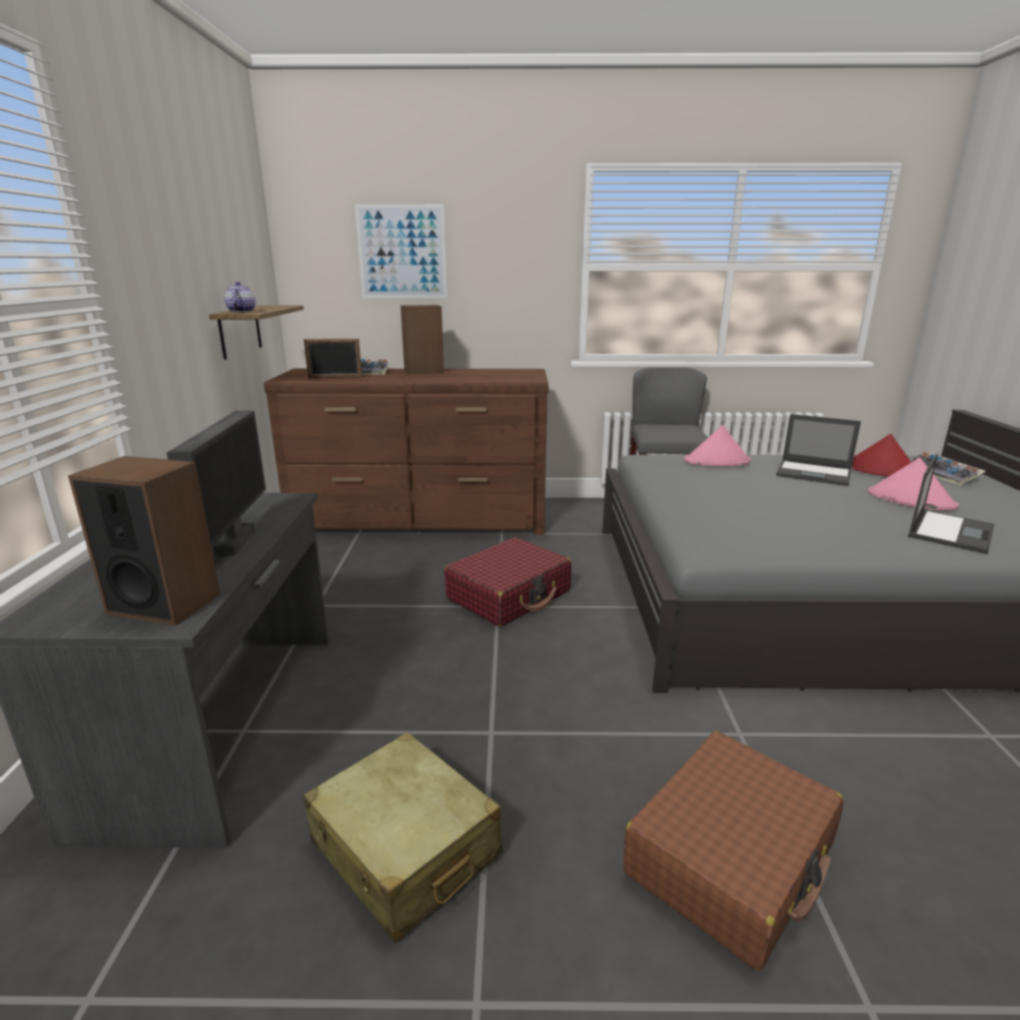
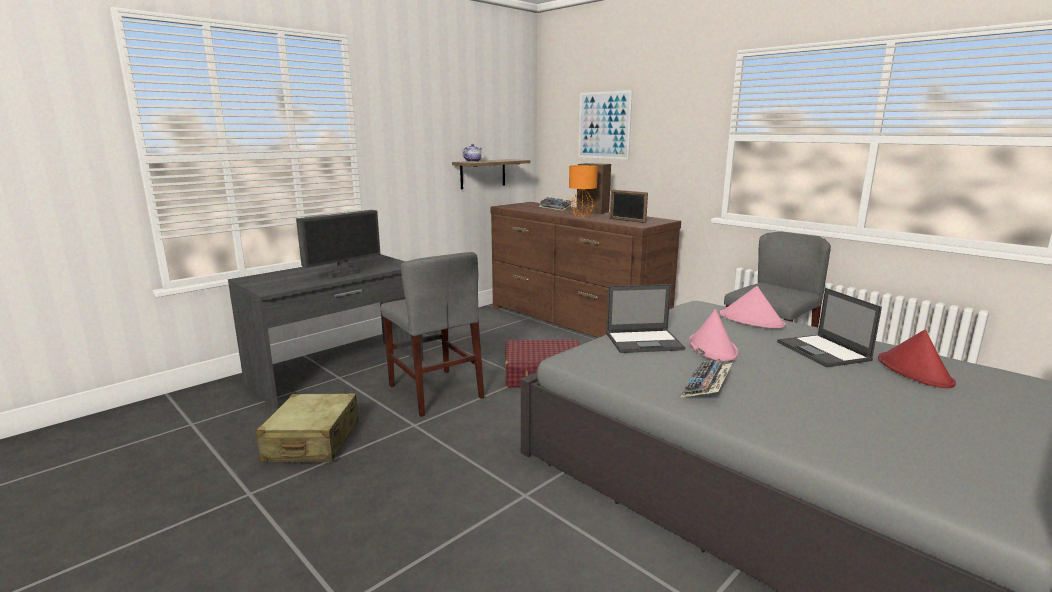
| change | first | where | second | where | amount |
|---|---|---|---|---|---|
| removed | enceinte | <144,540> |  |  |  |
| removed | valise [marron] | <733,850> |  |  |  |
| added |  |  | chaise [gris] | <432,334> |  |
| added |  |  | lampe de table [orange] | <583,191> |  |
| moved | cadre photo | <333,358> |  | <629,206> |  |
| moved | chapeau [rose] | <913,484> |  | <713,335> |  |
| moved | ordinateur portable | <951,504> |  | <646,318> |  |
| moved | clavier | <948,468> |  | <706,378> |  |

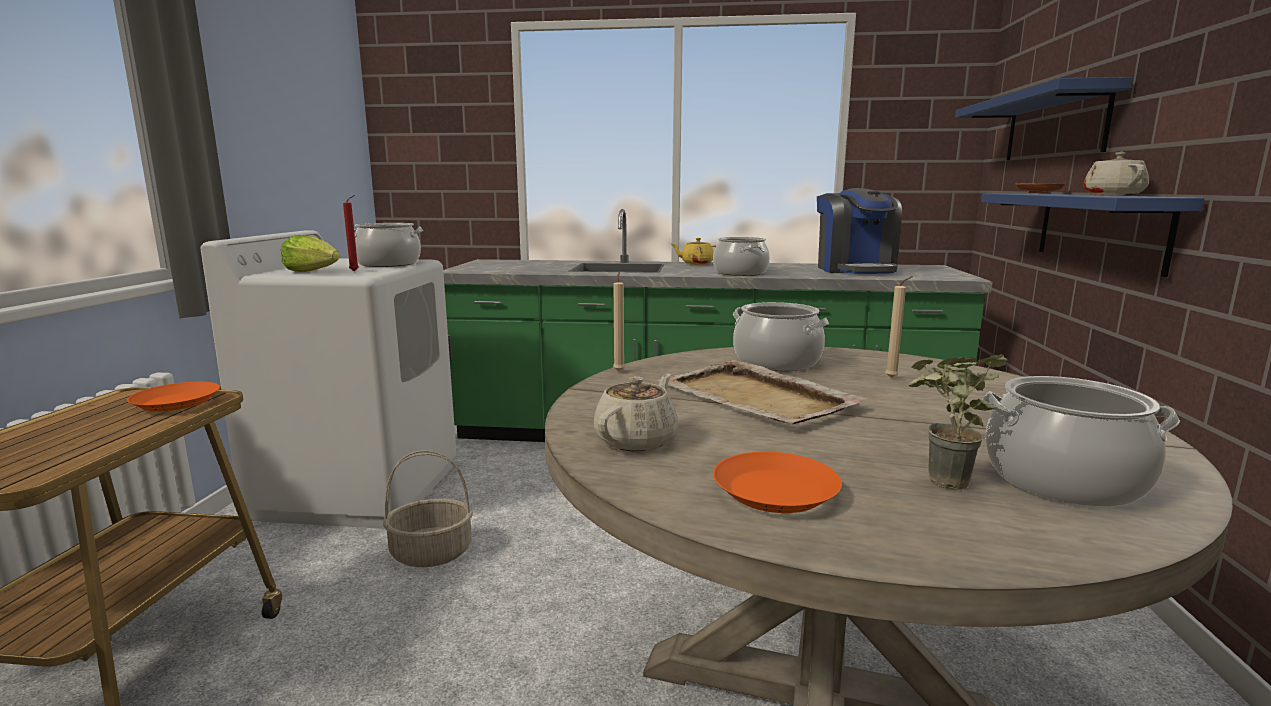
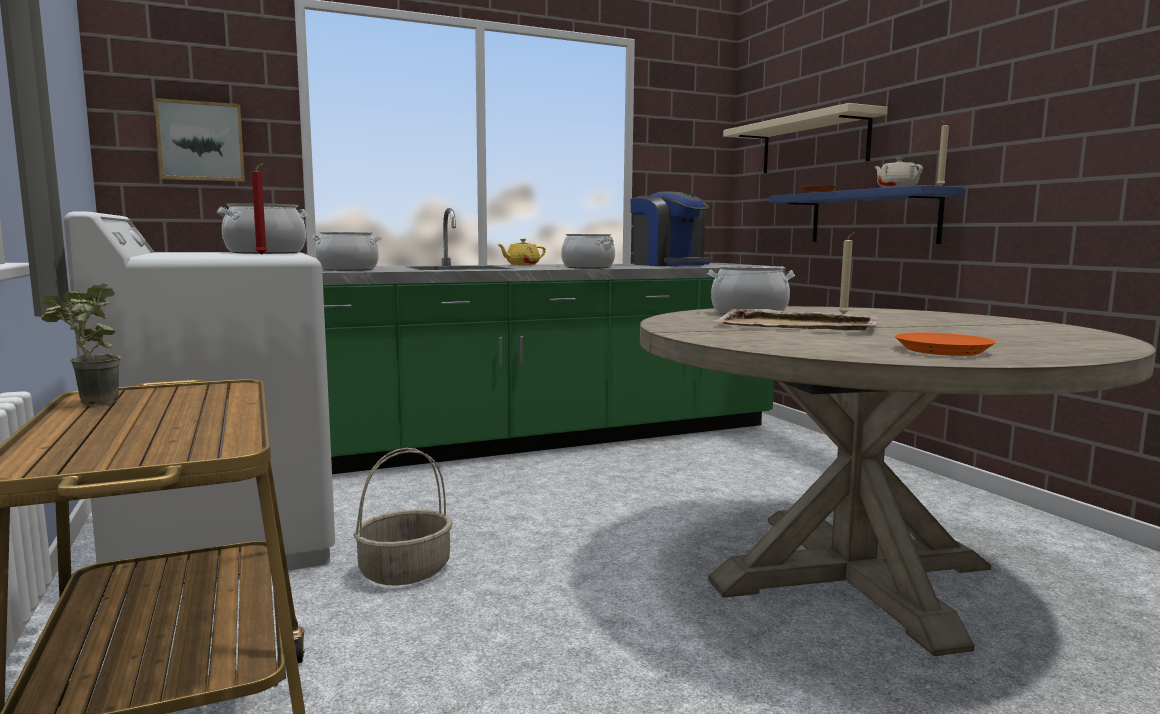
| change | first | where | second | where | amount |
|---|---|---|---|---|---|
| removed | assiette [orange] | <173,396> |  |  |  |
| removed | laitue | <310,253> |  |  |  |
| removed | théière [beige] | <636,412> |  |  |  |
| added |  |  | tableau | <199,140> |  |
| moved | bougie [beige] | <619,322> |  | <942,153> |  |
| moved | plante en pot | <958,422> |  | <80,345> |  |
| moved | marmite | <1081,441> |  | <346,251> |  |
| recoloured | étagère [bleu] | <1044,118> | étagère [beige] | <805,138> |  |

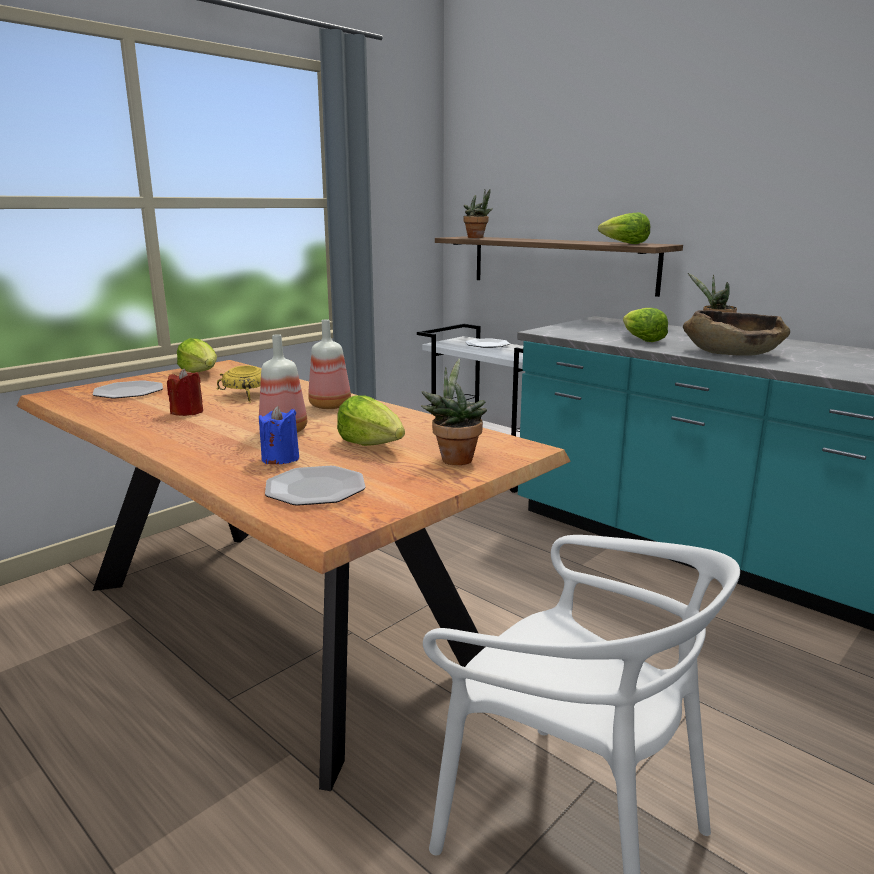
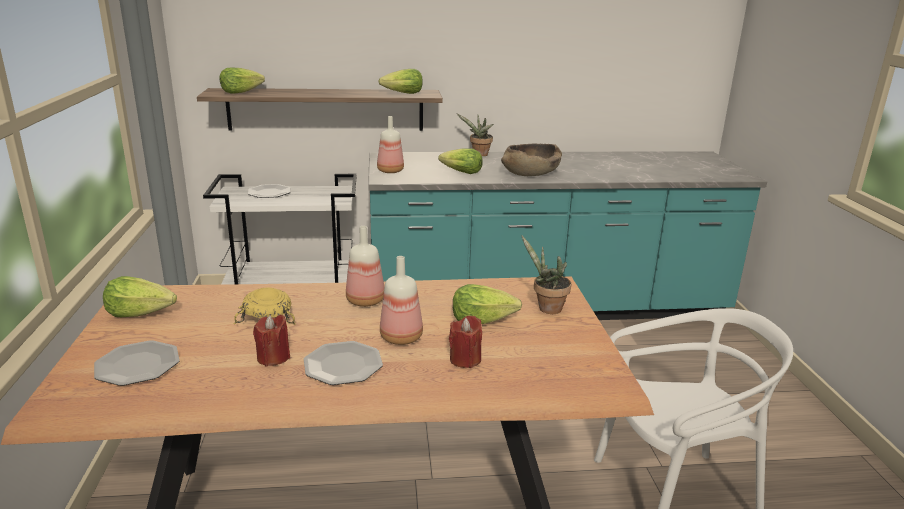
| change | first | where | second | where | amount |
|---|---|---|---|---|---|
| added |  |  | bouteille | <390,144> |  |
| moved | assiette | <315,486> |  | <343,363> |  |
| replaced | plante en pot | <478,213> | laitue | <242,80> |  |
| recoloured | bougie [bleu] | <279,435> | bougie [rouge] | <465,342> |  |

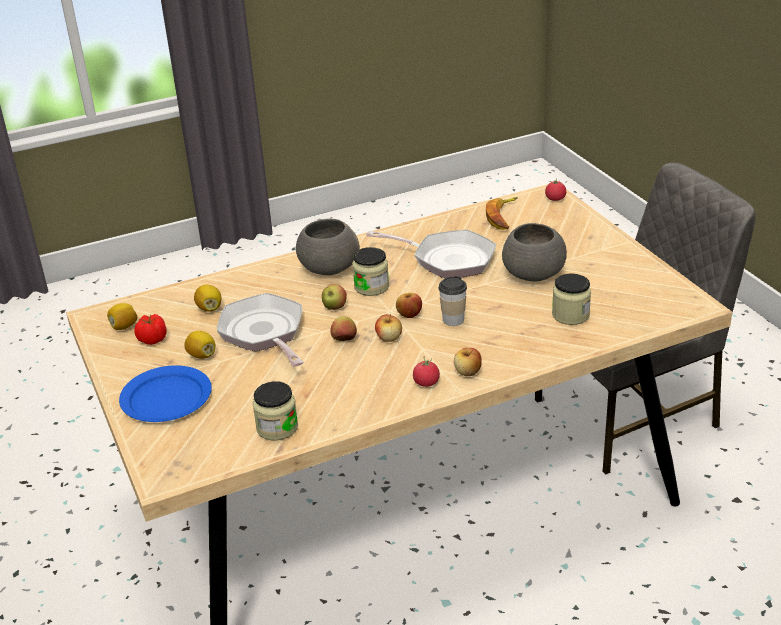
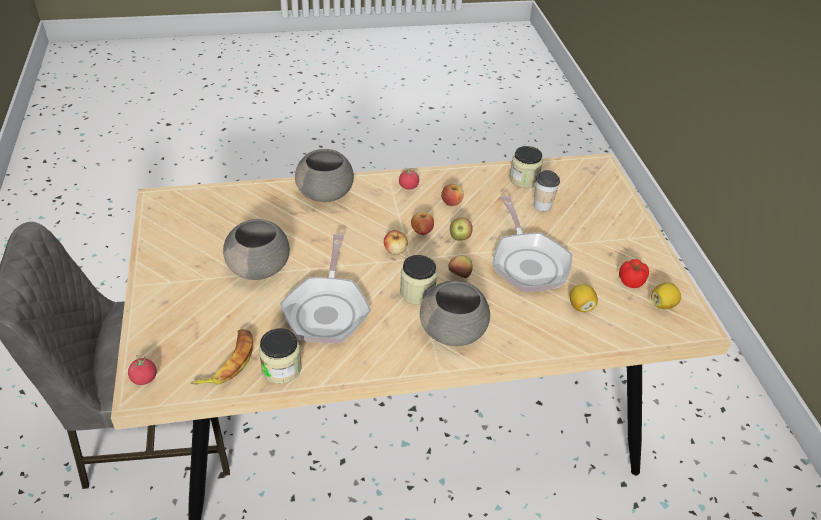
| change | first | where | second | where | amount |
|---|---|---|---|---|---|
| removed | assiette [bleu] | <165,393> |  |  |  |
| removed | citron | <199,345> |  |  |  |
| added |  |  | bol [gris] | <324,175> |  |
| moved | tasse | <453,301> |  | <547,190> |  |
| moved | pomme | <468,362> |  | <452,195> |  |
| moved | bocal | <571,299> |  | <280,356> |  |
| turned | poêle | <431,254> |  | <325,288> | 120 degrees counterclockwise |

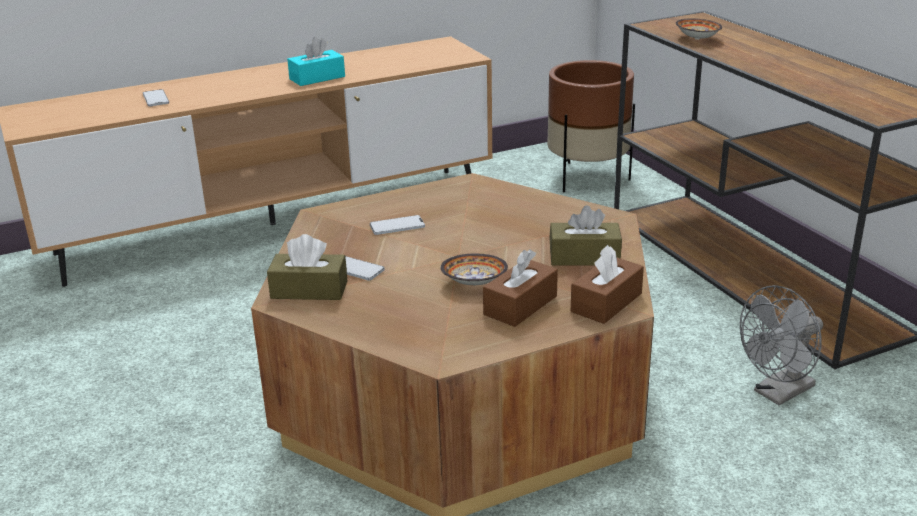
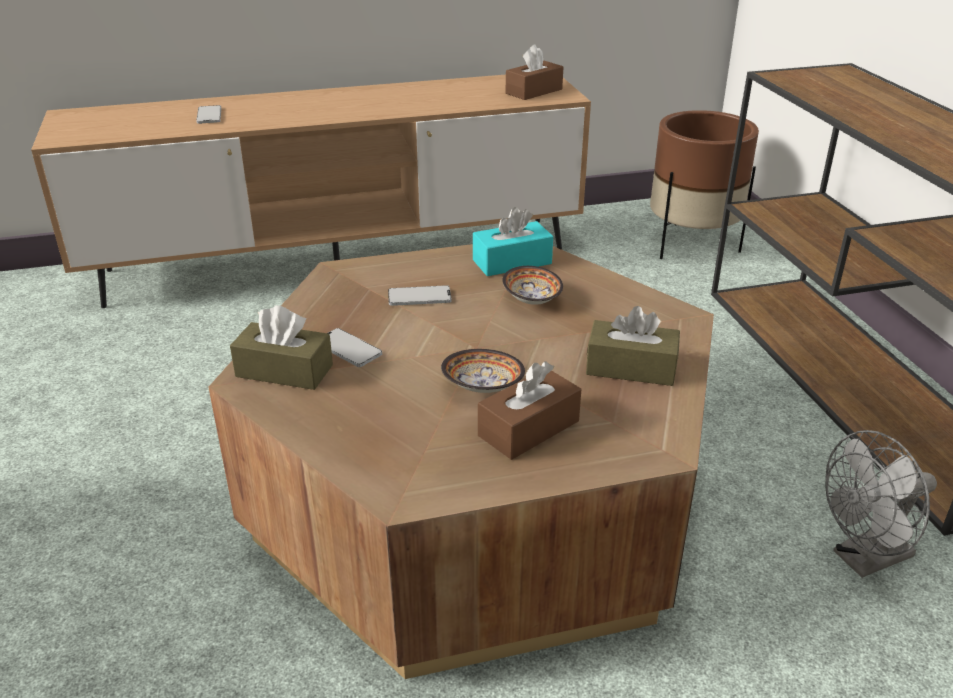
| change | first | where | second | where | amount |
|---|---|---|---|---|---|
| moved | boîte à mouchoirs [turquoise] | <316,61> |  | <513,241> |  |
| moved | boîte à mouchoirs [marron] | <607,284> |  | <534,72> |  |
| moved | bol | <699,29> |  | <532,285> |  |

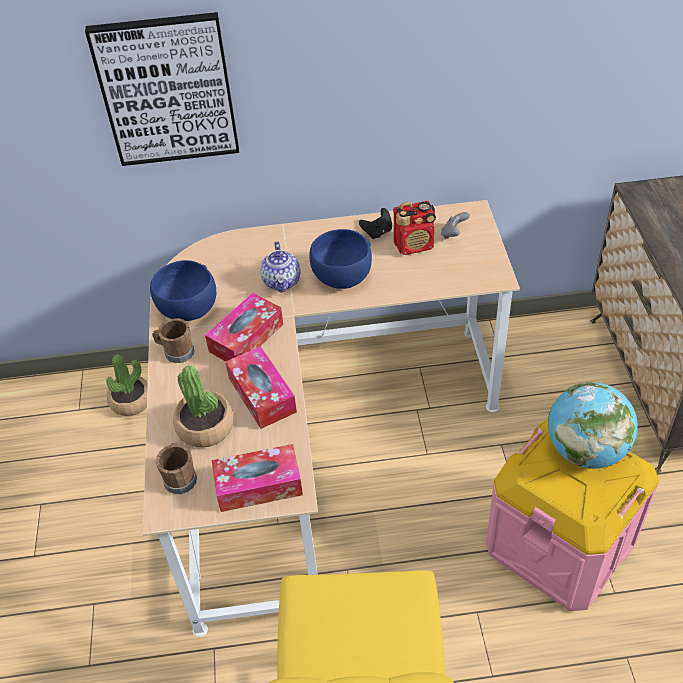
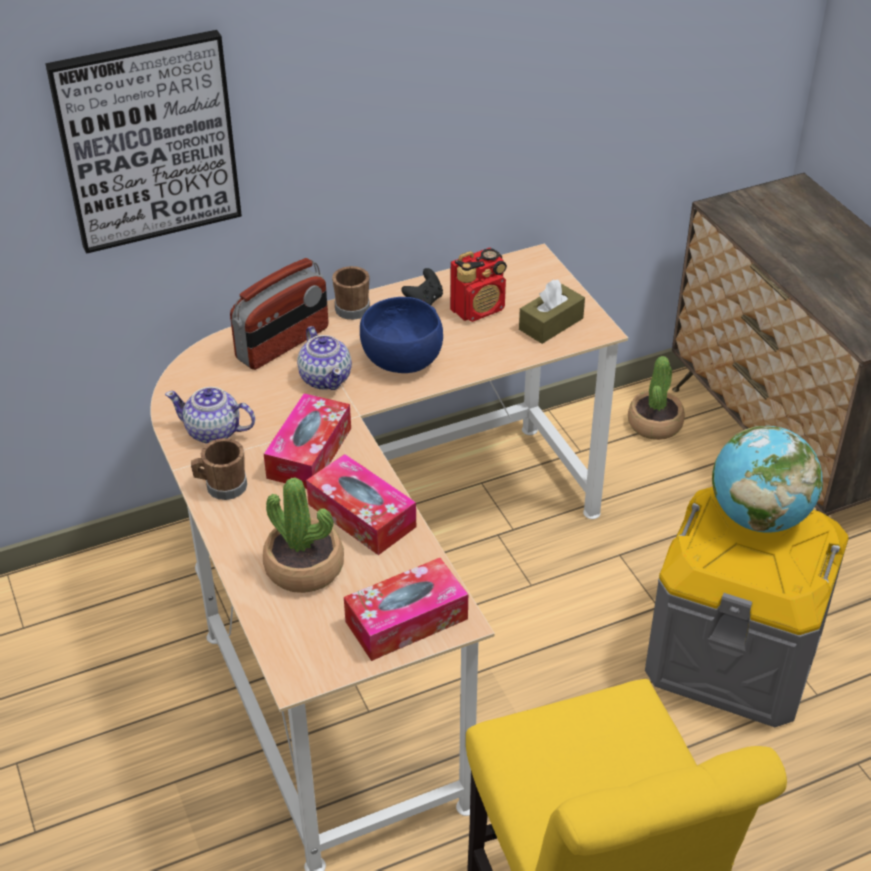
| change | first | where | second | where | amount |
|---|---|---|---|---|---|
| removed | manette [gris] | <455,225> |  |  |  |
| added |  |  | radio | <279,314> |  |
| added |  |  | boîte à mouchoirs [marron] | <552,312> |  |
| moved | plante en pot | <127,385> |  | <656,398> |  |
| moved | mug [marron] | <176,468> |  | <351,293> |  |
| replaced | bol [bleu] | <183,290> | théière | <210,415> |  |
| recoloured | boîte de rangement [rose] | <572,515> | boîte de rangement [gris] | <747,607> |  |

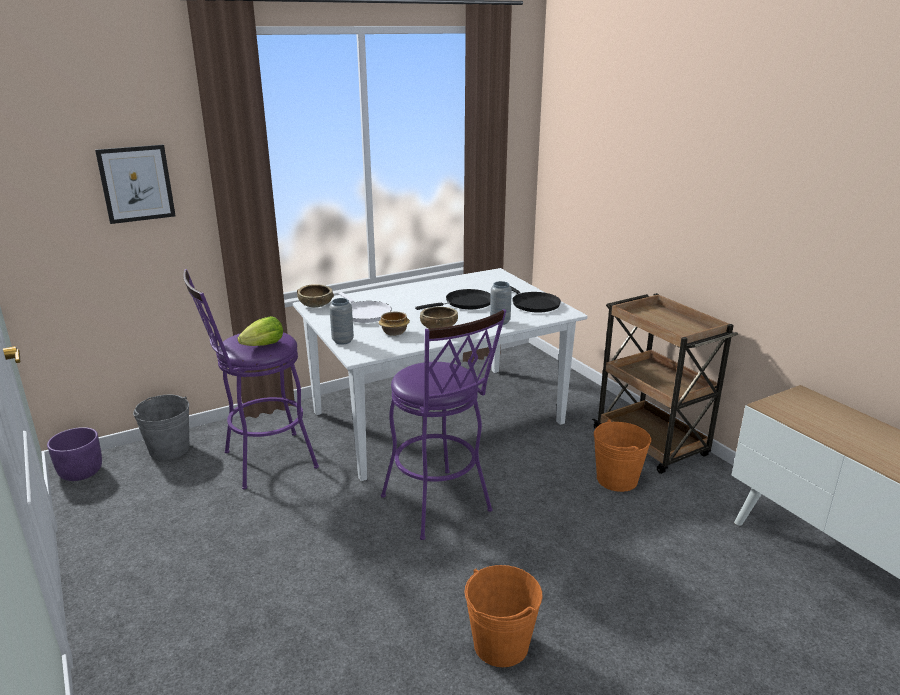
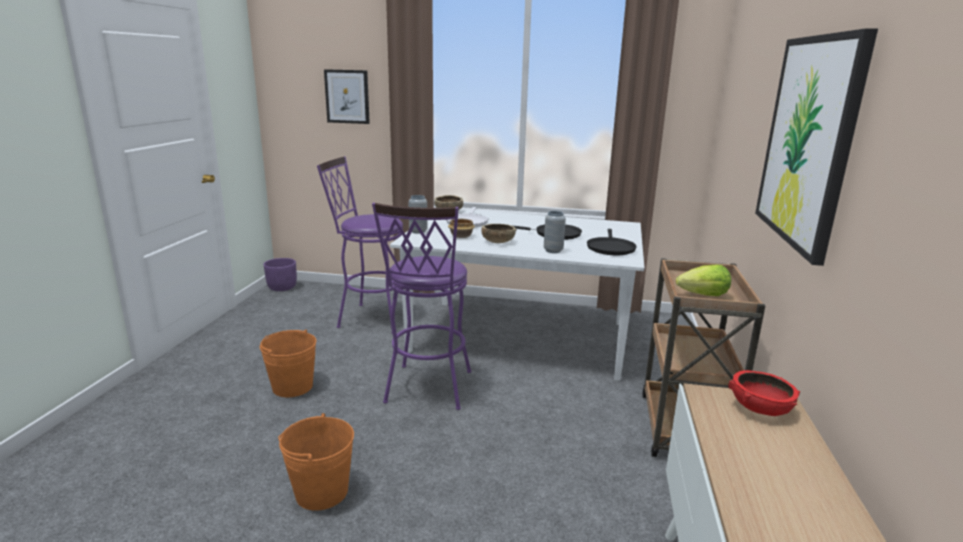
| change | first | where | second | where | amount |
|---|---|---|---|---|---|
| removed | seau [gris] | <161,427> |  |  |  |
| added |  |  | bol [rouge] | <764,393> |  |
| added |  |  | tableau | <816,147> |  |
| moved | laitue | <260,331> |  | <703,280> |  |
| moved | seau [orange] | <622,455> |  | <288,363> |  |

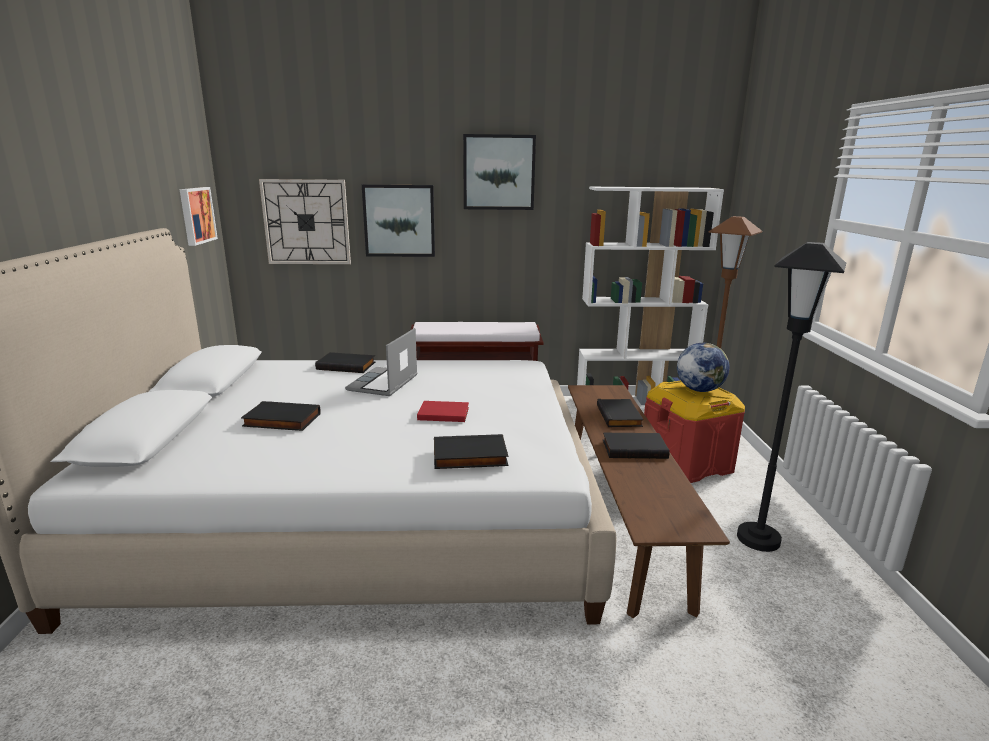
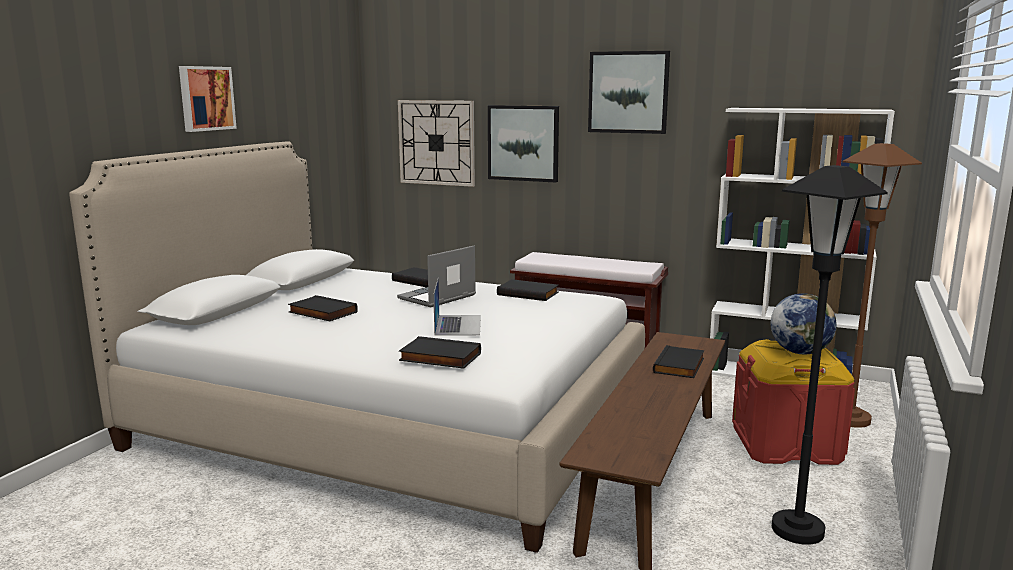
| change | first | where | second | where | amount |
|---|---|---|---|---|---|
| moved | tableau | <198,216> |  | <208,99> |  |
| moved | livre [noir] | <636,445> |  | <528,290> |  |
| replaced | livre [rouge] | <443,411> | ordinateur portable | <457,306> |  |

